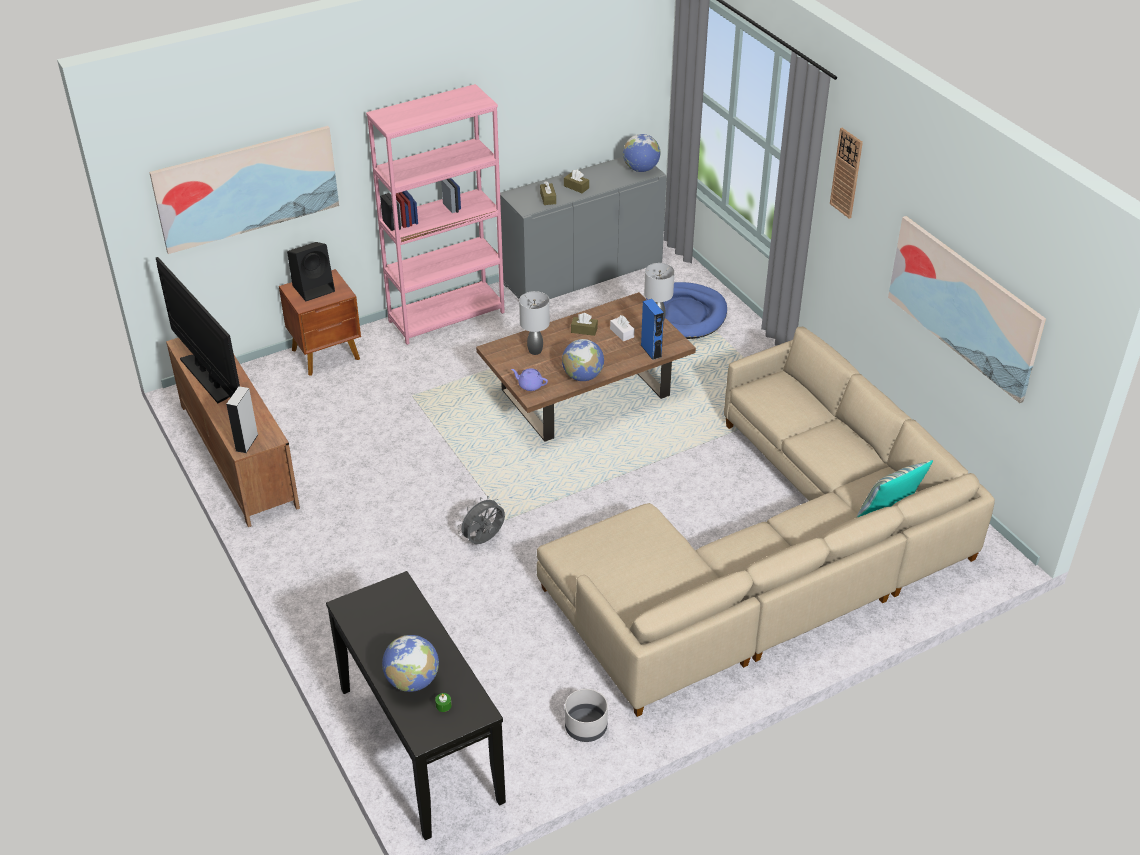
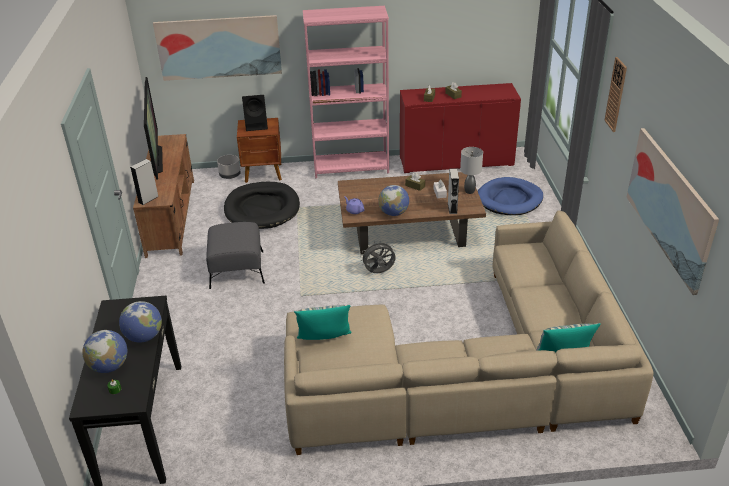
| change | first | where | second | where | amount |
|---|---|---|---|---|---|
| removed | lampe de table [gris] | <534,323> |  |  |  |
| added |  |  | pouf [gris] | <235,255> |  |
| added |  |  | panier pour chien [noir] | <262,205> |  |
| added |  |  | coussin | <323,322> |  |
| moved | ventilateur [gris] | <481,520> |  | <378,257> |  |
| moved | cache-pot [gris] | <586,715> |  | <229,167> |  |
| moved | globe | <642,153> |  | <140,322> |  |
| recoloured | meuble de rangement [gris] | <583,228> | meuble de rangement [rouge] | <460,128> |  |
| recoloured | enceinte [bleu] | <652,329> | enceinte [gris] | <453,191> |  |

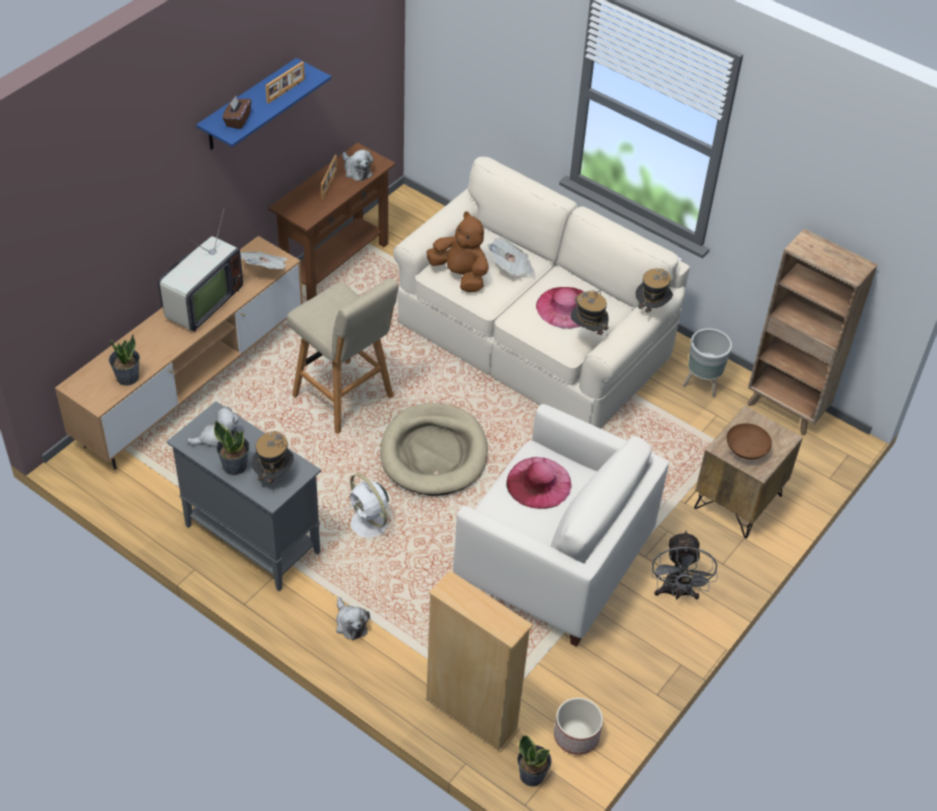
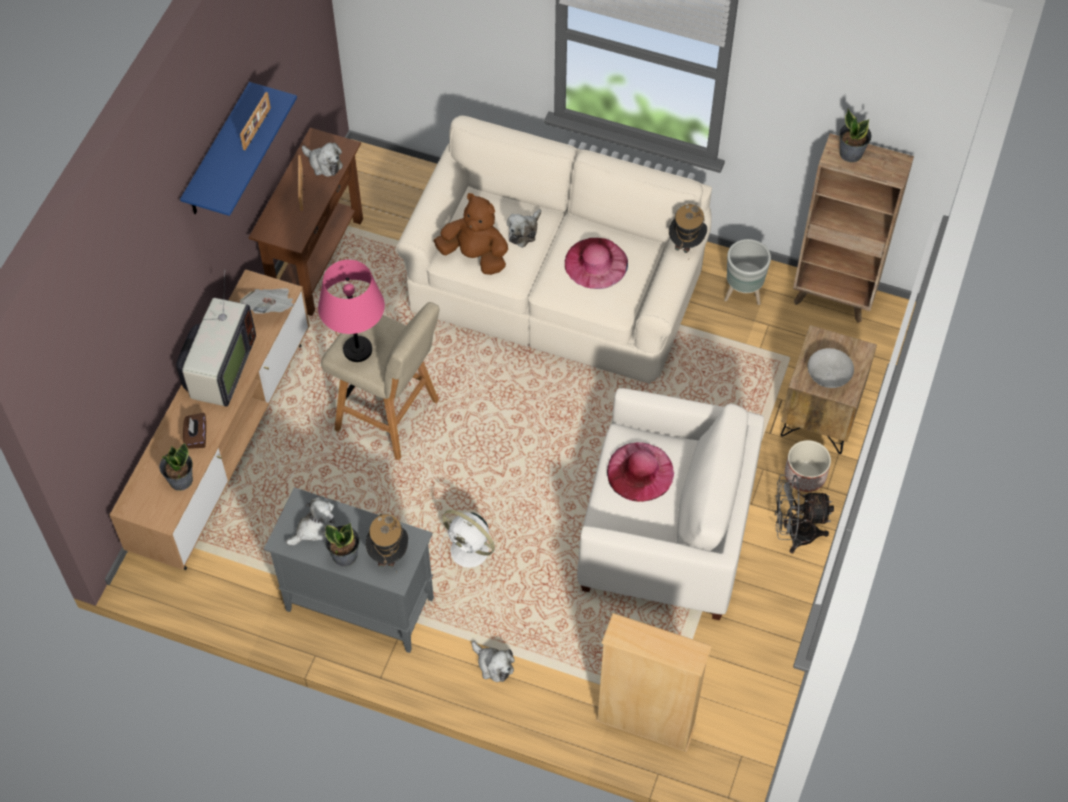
| change | first | where | second | where | amount |
|---|---|---|---|---|---|
| removed | panier pour chien [beige] | <434,449> |  |  |  |
| removed | chapeau | <590,312> |  |  |  |
| added |  |  | lampe de table [rose] | <351,311> |  |
| moved | boîte à mouchoirs [marron] | <236,112> |  | <194,431> |  |
| moved | plante en pot | <534,761> |  | <855,135> |  |
| moved | cache-pot | <578,726> |  | <808,466> |  |
| replaced | journal | <512,257> | peluche | <524,228> |  |
| recoloured | bol [marron] | <749,441> | bol [gris] | <831,368> |  |
| turned | ventilateur [gris] | <684,565> |  | <804,514> | 105 degrees clockwise |

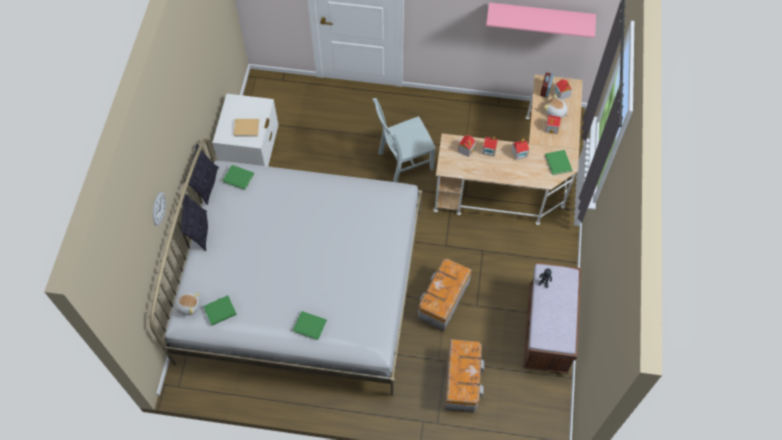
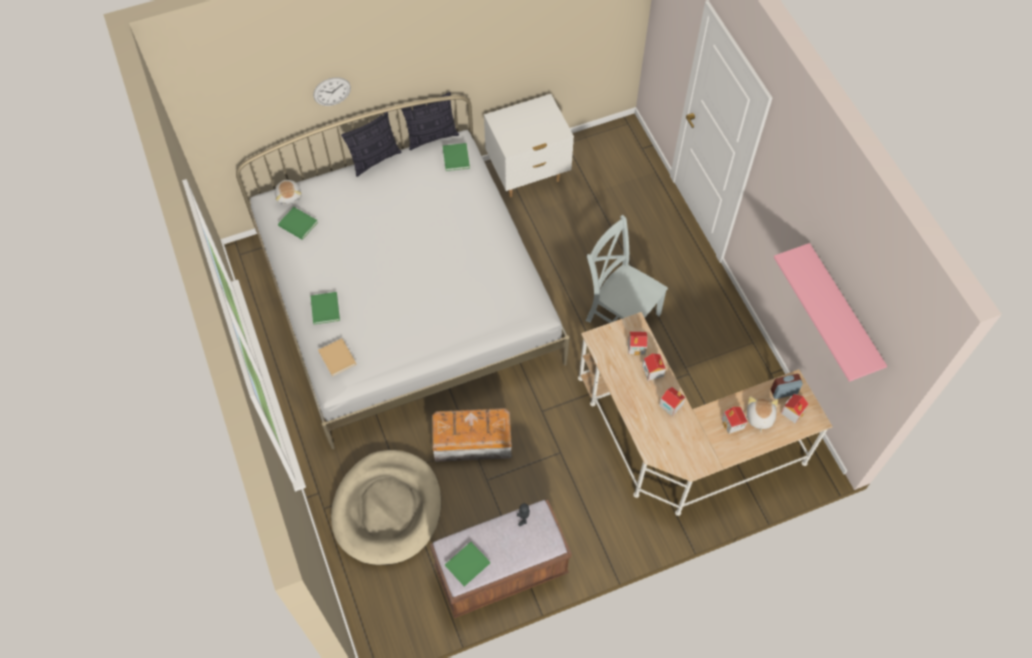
| change | first | where | second | where | amount |
|---|---|---|---|---|---|
| moved | livre [beige] | <246,128> |  | <337,357> |  |
| moved | livre [vert] | <558,162> |  | <467,564> |  |
| replaced | boîte de rangement | <465,376> | panier pour chien [beige] | <386,507> |  |

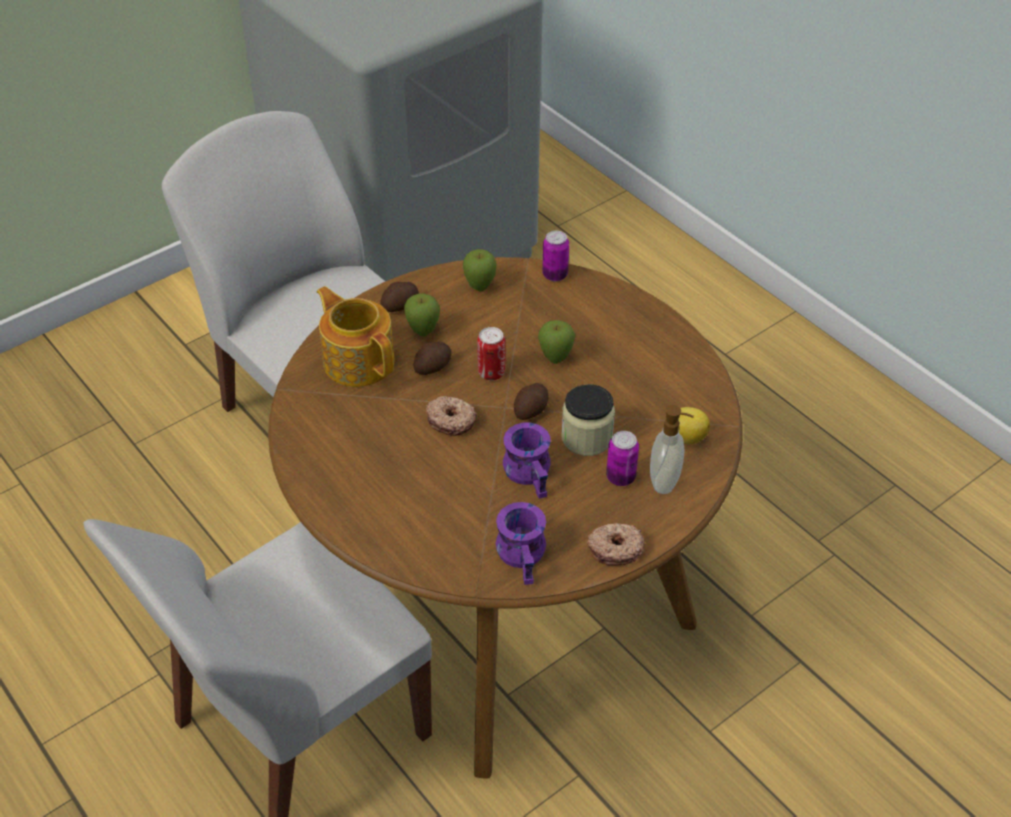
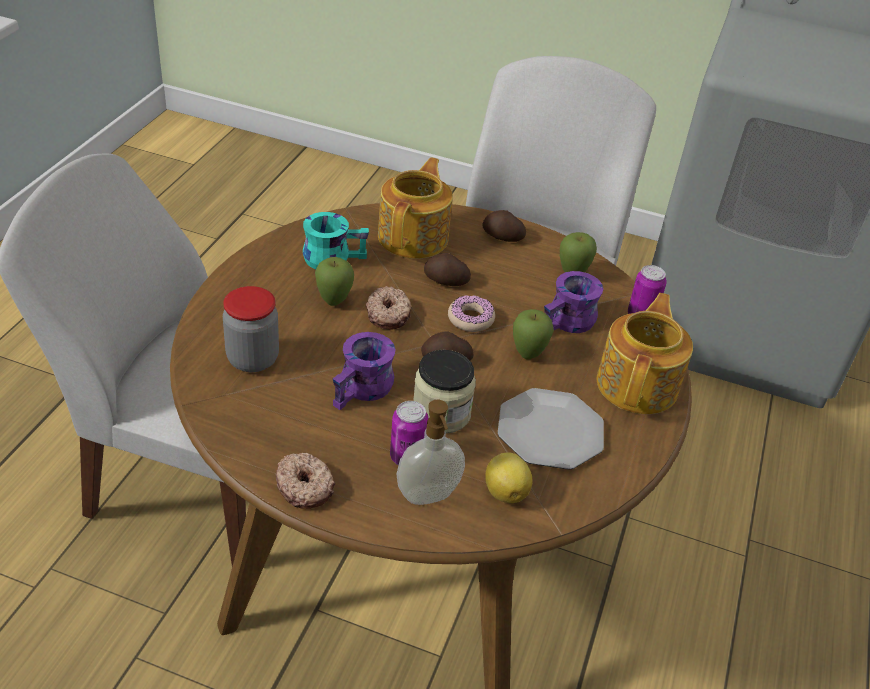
| change | first | where | second | where | amount |
|---|---|---|---|---|---|
| added |  |  | bocal | <251,329> |  |
| added |  |  | mug [turquoise] | <336,240> |  |
| added |  |  | assiette | <551,429> |  |
| added |  |  | théière | <645,353> |  |
| moved | pomme | <422,315> |  | <334,281> |  |
| moved | mug [violet] | <520,543> |  | <573,302> |  |
| replaced | boîte métallique | <491,353> | beignet | <471,313> |  |

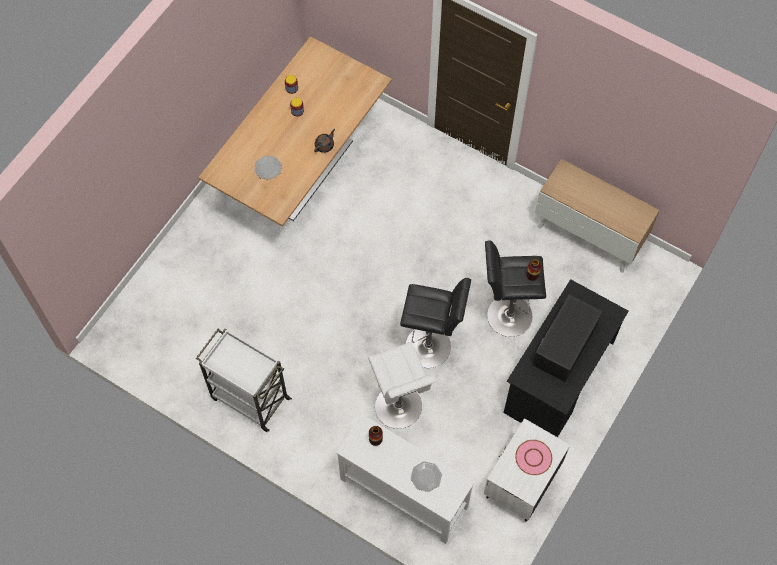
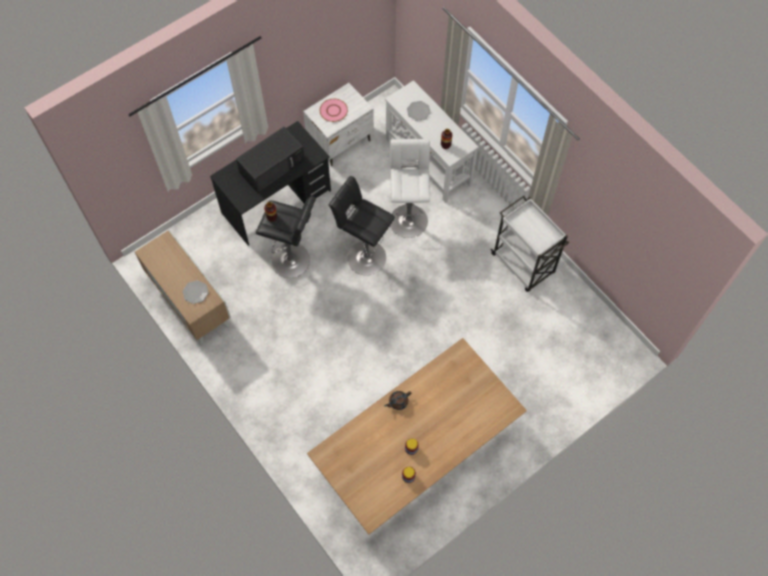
| change | first | where | second | where | amount |
|---|---|---|---|---|---|
| moved | assiette | <268,168> |  | <196,292> |  |

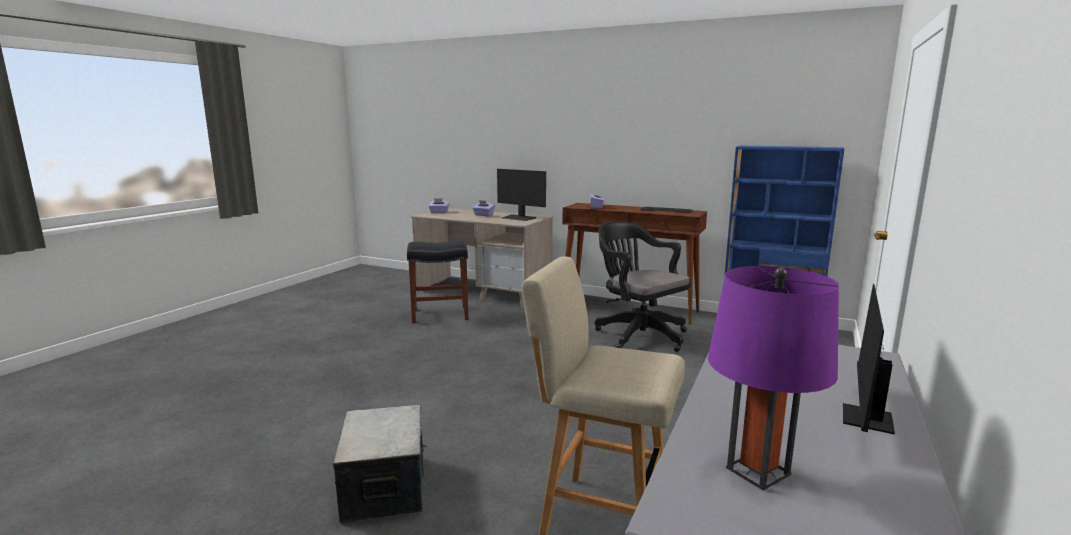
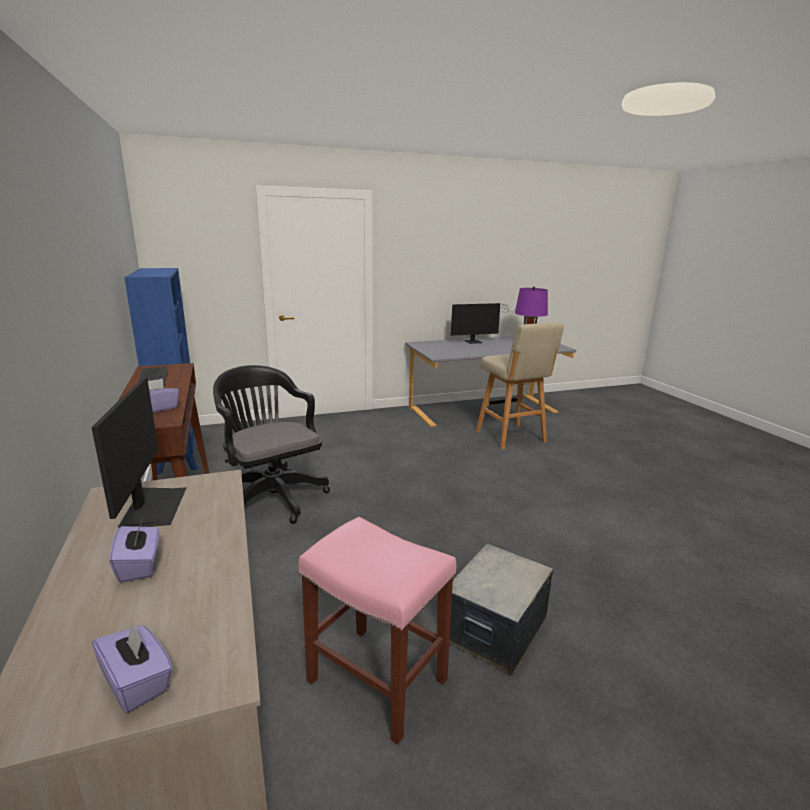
| change | first | where | second | where | amount |
|---|---|---|---|---|---|
| moved | boîte de rangement | <379,464> |  | <501,609> |  |
| recoloured | tabouret [noir] | <438,281> | tabouret [rose] | <377,631> |  |
| turned | chaise de bureau [noir] | <643,286> |  | <271,444> | 135 degrees clockwise |

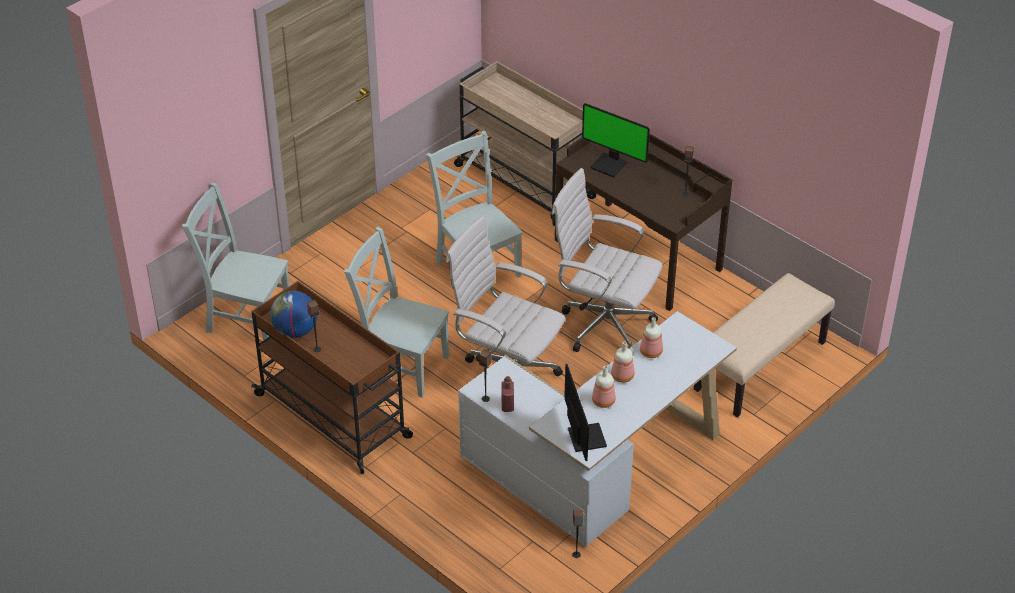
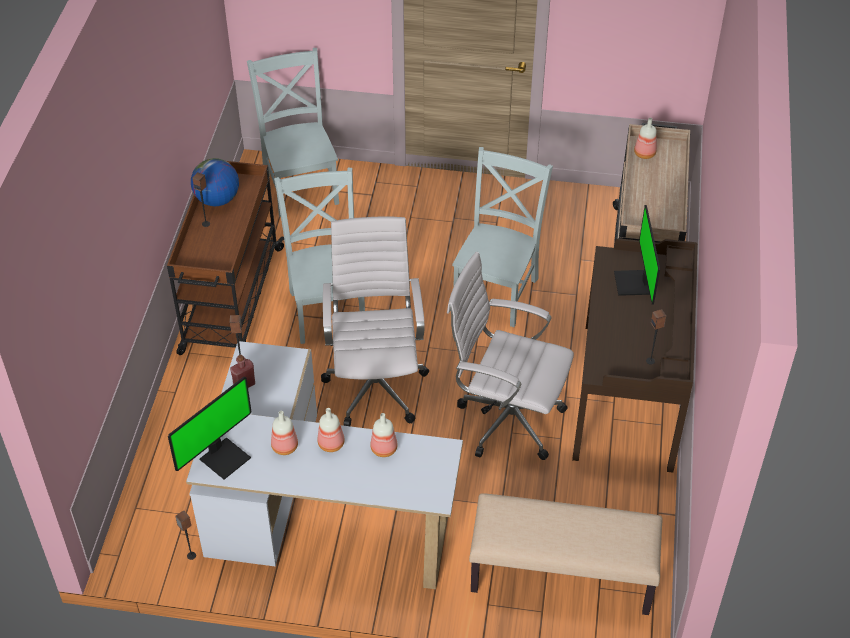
| change | first | where | second | where | amount |
|---|---|---|---|---|---|
| added |  |  | bouteille | <645,138> |  |
| turned | chaise de bureau [blanc] | <607,260> |  | <510,356> | 60 degrees counterclockwise |

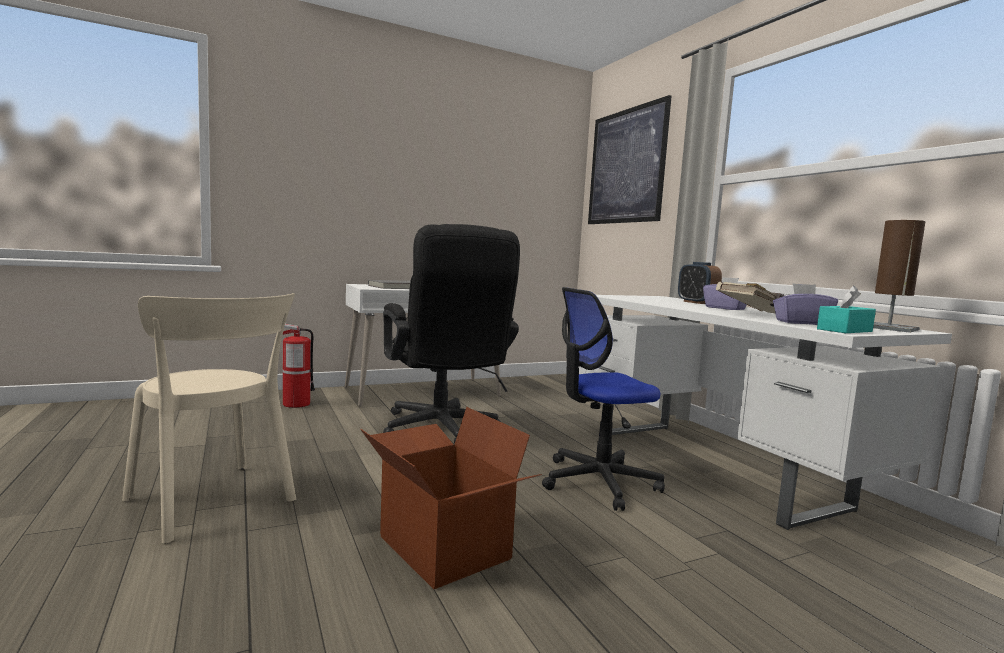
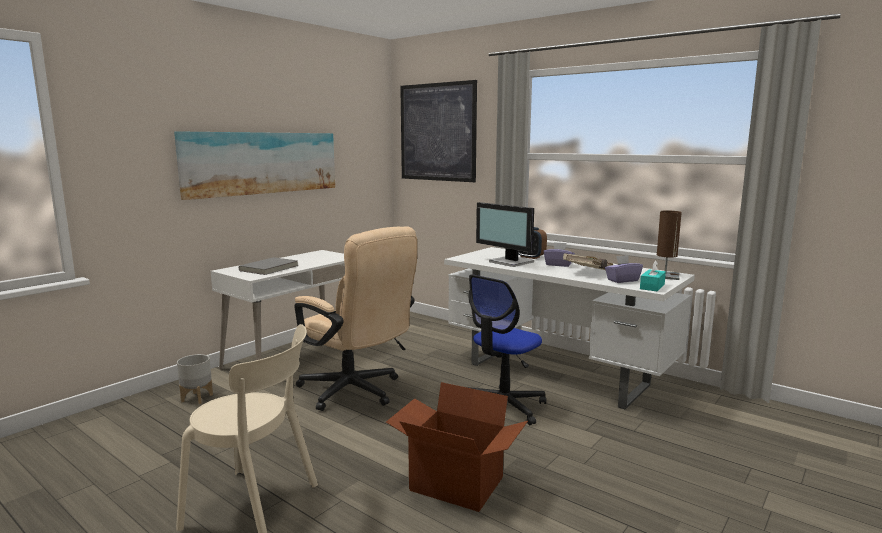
| change | first | where | second | where | amount |
|---|---|---|---|---|---|
| added |  |  | tableau | <254,165> |  |
| added |  |  | écran d'ordinateur | <505,234> |  |
| replaced | extincteur | <299,366> | cache-pot [gris] | <195,379> |  |
| recoloured | chaise de bureau [noir] | <451,333> | chaise de bureau [beige] | <355,318> |  |

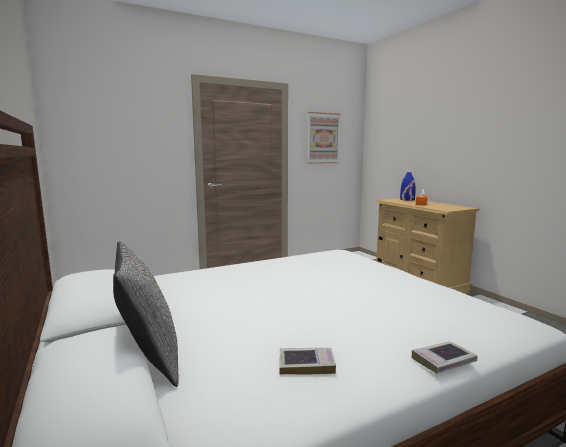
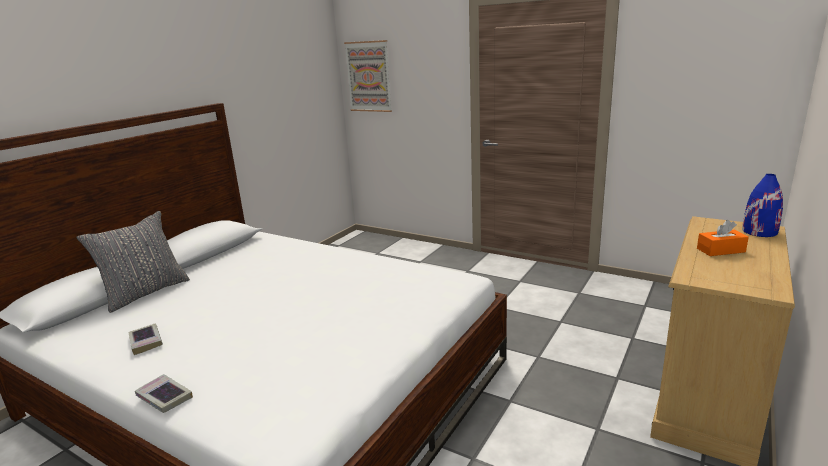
| change | first | where | second | where | amount |
|---|---|---|---|---|---|
| moved | tableau | <324,138> |  | <368,76> |  |

